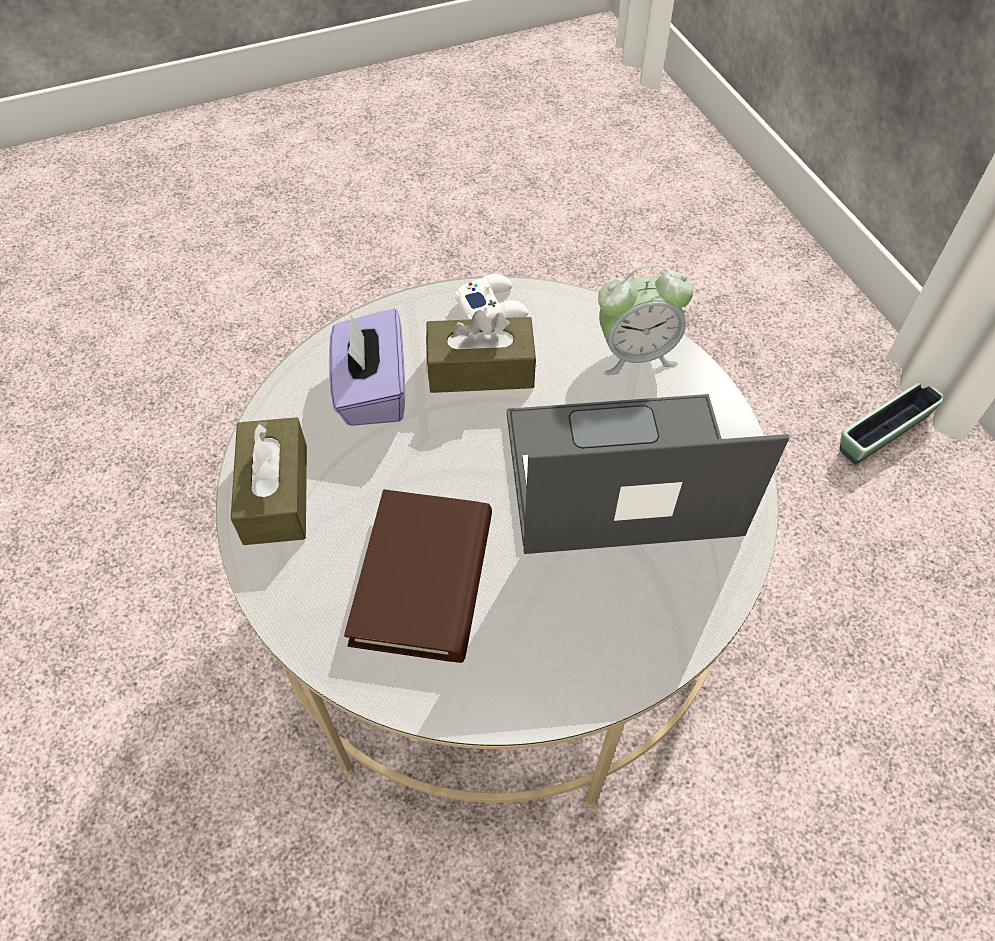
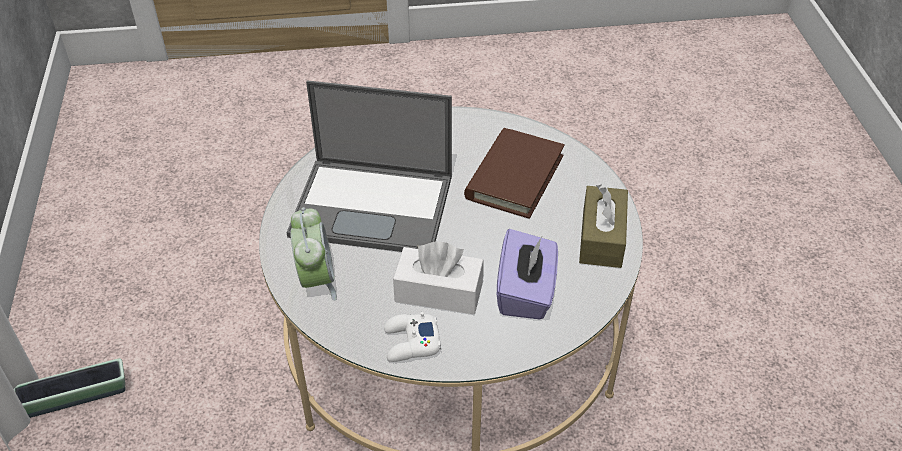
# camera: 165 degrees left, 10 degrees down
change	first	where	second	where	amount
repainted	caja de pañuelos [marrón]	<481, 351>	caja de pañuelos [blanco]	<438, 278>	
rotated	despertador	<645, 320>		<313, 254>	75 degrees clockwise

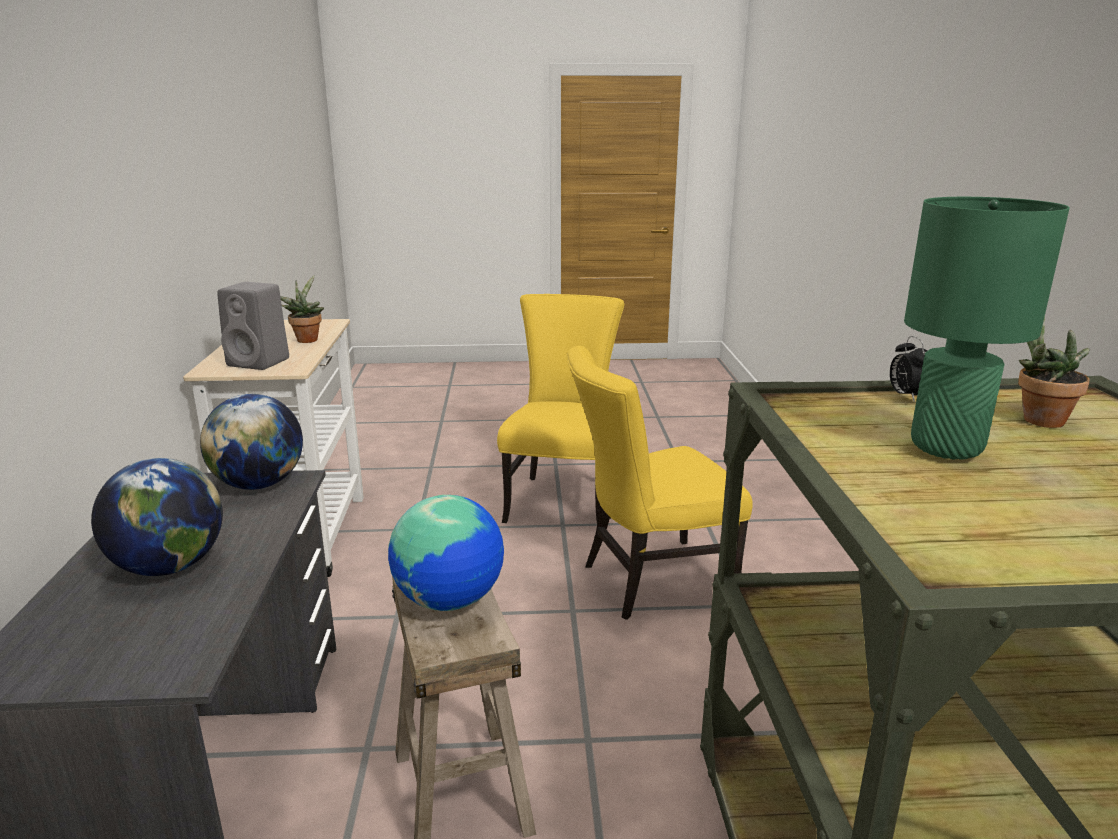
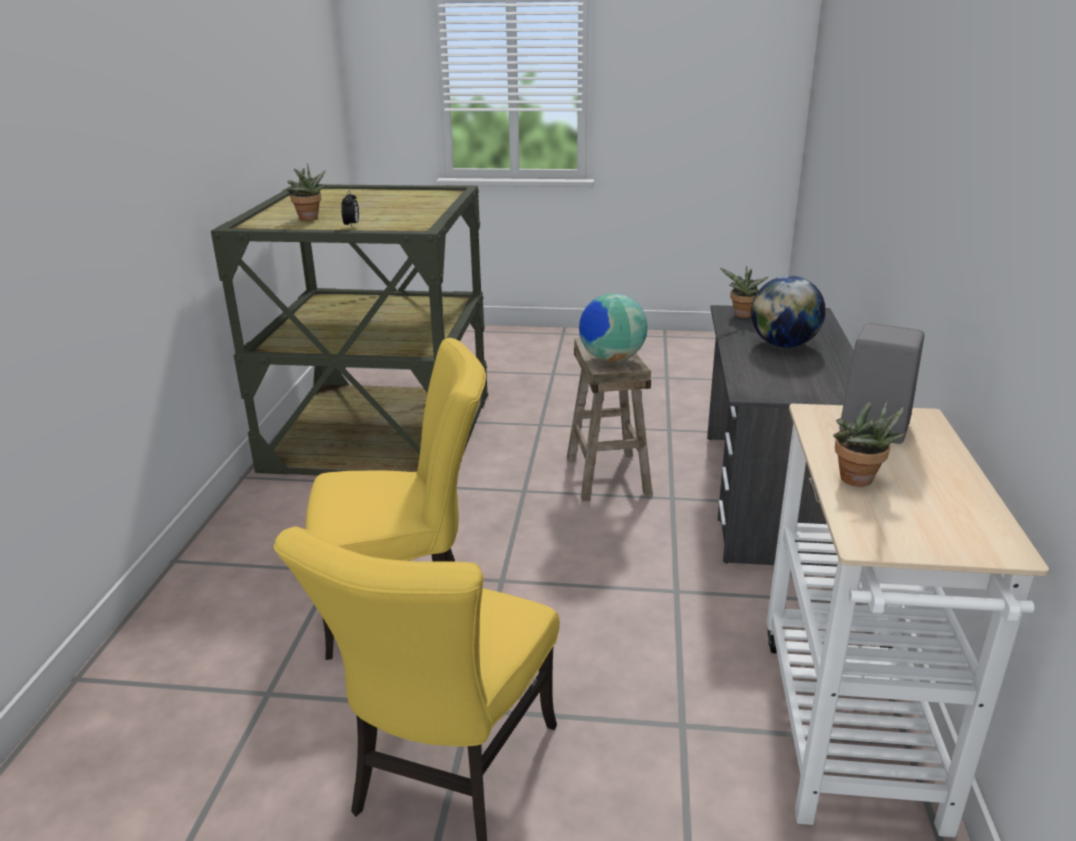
# camera: 170 degrees left, 5 degrees up
change	first	where	second	where	amount
gone	globo terráqueo	<251, 442>			
gone	lámpara de mesa [verde]	<987, 328>			
new			planta en maceta	<744, 292>	

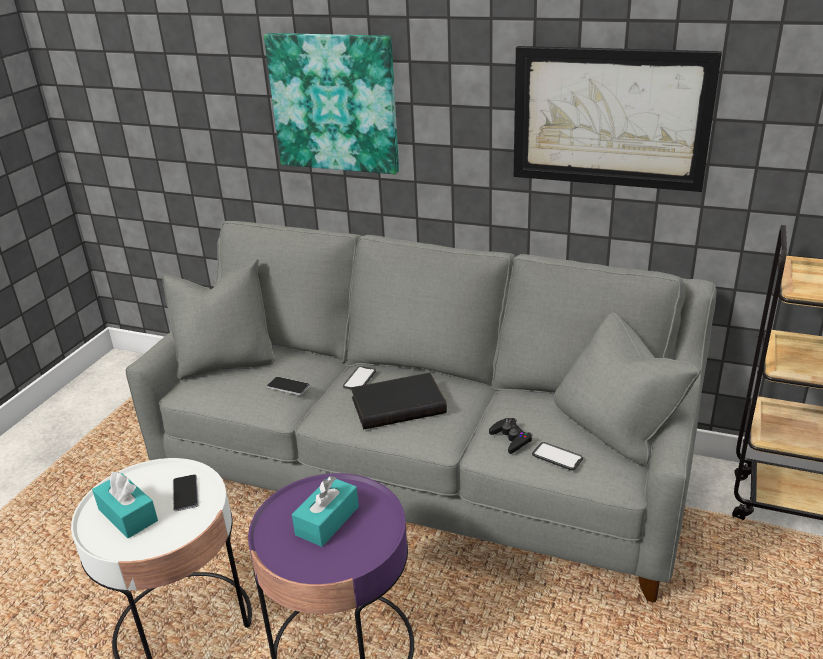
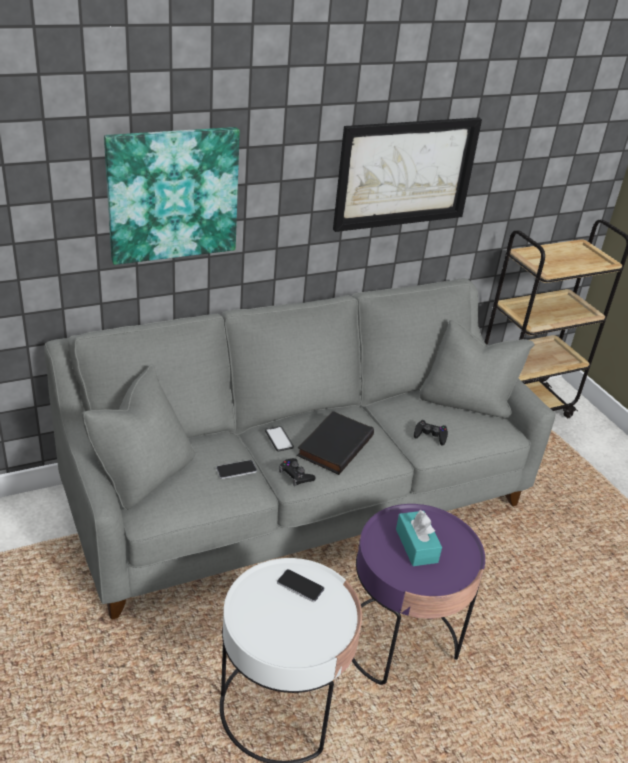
# camera: 50 degrees left, 5 degrees up
change	first	where	second	where	amount
gone	caja de pañuelos [turquesa]	<125, 505>			
gone	móvil	<557, 456>			
new			mando de consola [negro]	<297, 472>	

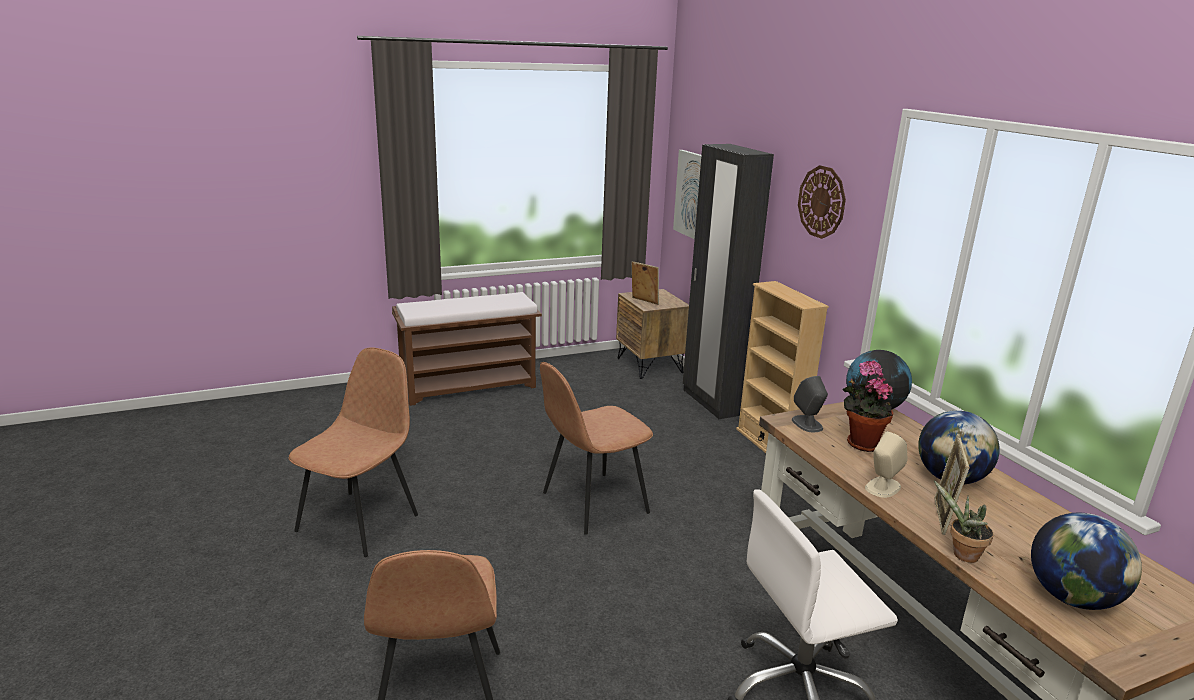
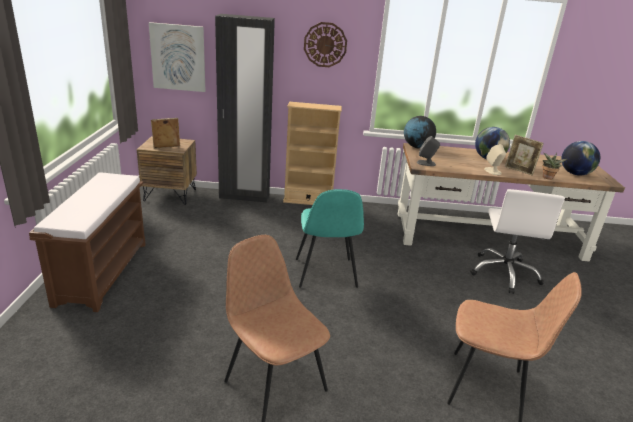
# camera: 65 degrees left, 5 degrees up
change	first	where	second	where	amount
repainted	silla [marrón]	<596, 448>	silla [turquesa]	<330, 238>	
gone	planta en maceta	<868, 406>			

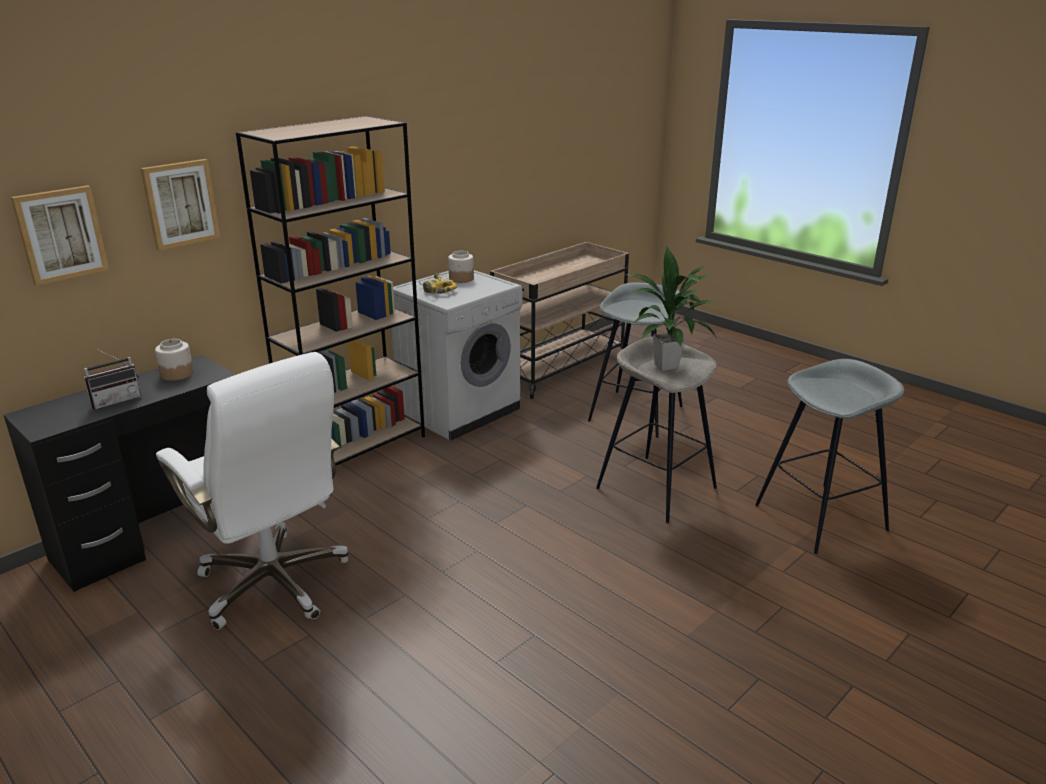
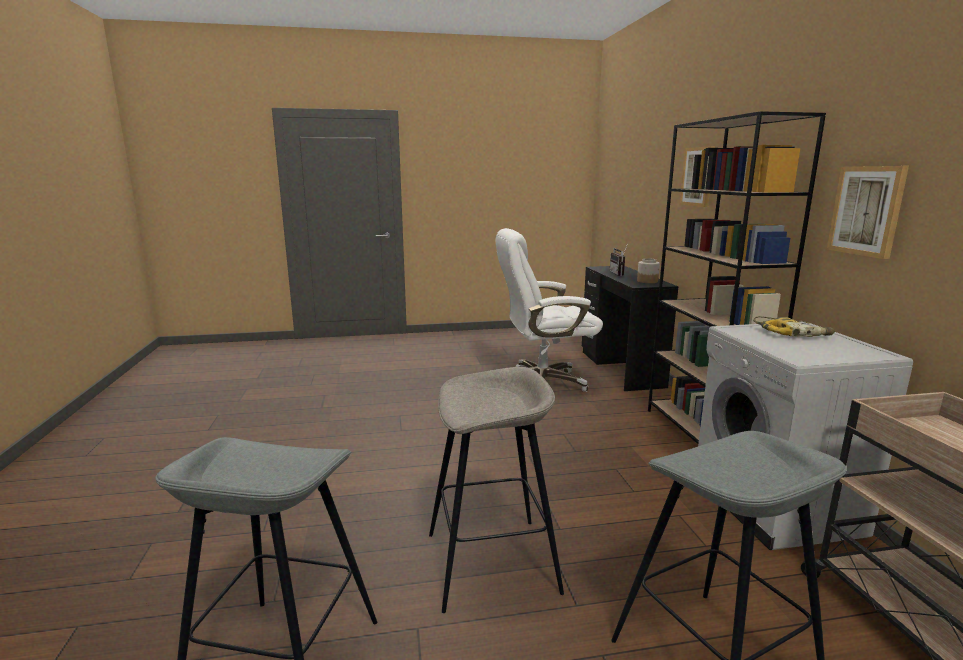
# camera: 125 degrees right, 10 degrees down
change	first	where	second	where	amount
shifted	cuadro	<60, 235>		<868, 212>	
gone	tarro	<461, 267>			
gone	planta en maceta	<671, 308>			

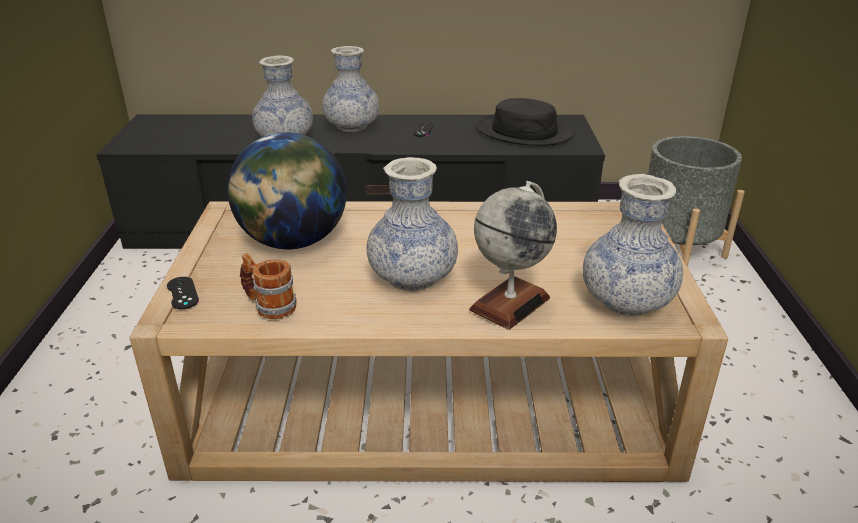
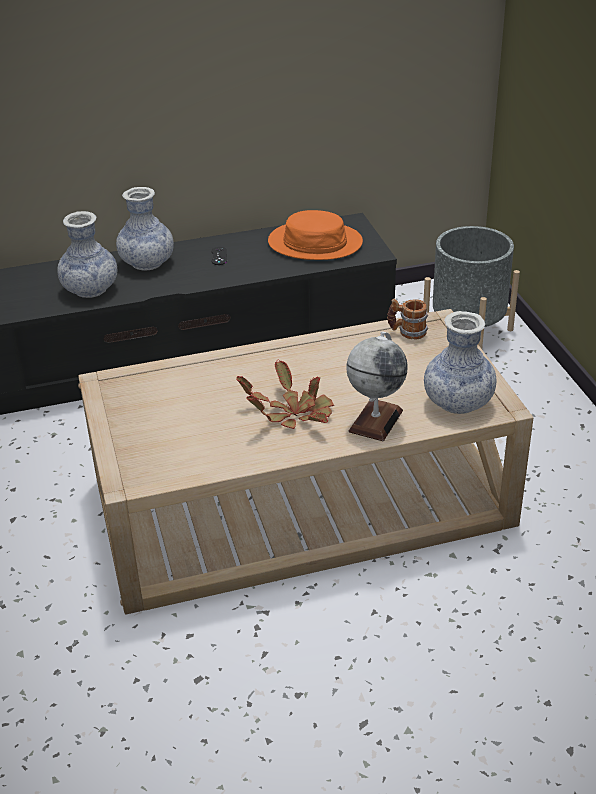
# camera: 15 degrees left, 5 degrees up
change	first	where	second	where	amount
gone	mando de consola [negro]	<183, 293>			
gone	globo terráqueo	<287, 190>			
shifted	taza grande	<268, 286>		<407, 319>	
swapped	florero	<412, 224>	planta en maceta	<285, 394>	
repainted	sombrero [negro]	<525, 122>	sombrero [naranja]	<315, 235>	

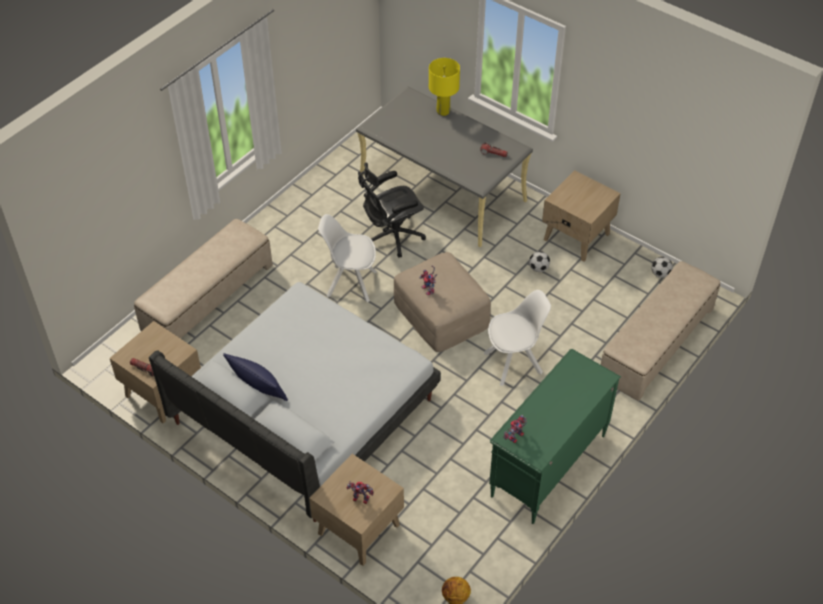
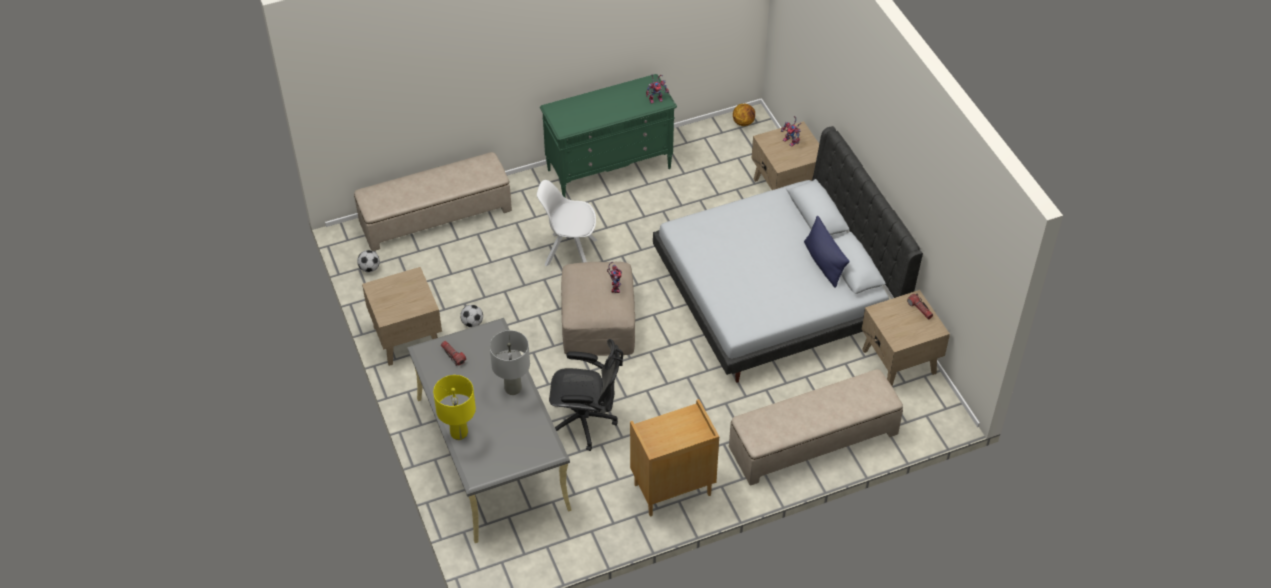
# camera: 150 degrees left, 0 degrees up
change	first	where	second	where	amount
gone	silla [blanco]	<347, 258>			
new			lámpara de mesa [gris]	<510, 362>	
new			armario [marrón]	<674, 457>	

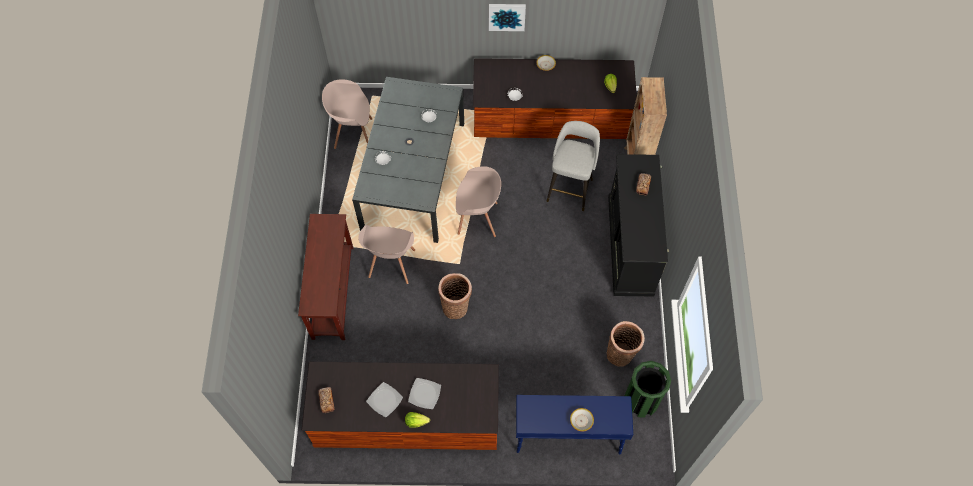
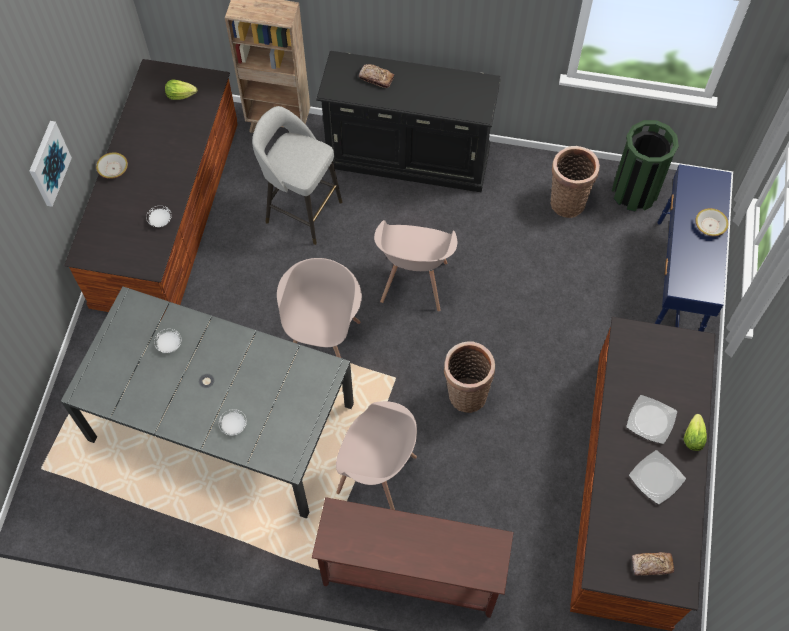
# camera: 80 degrees left, 0 degrees up
change	first	where	second	where	amount
shifted	silla [beis]	<347, 114>		<415, 266>	

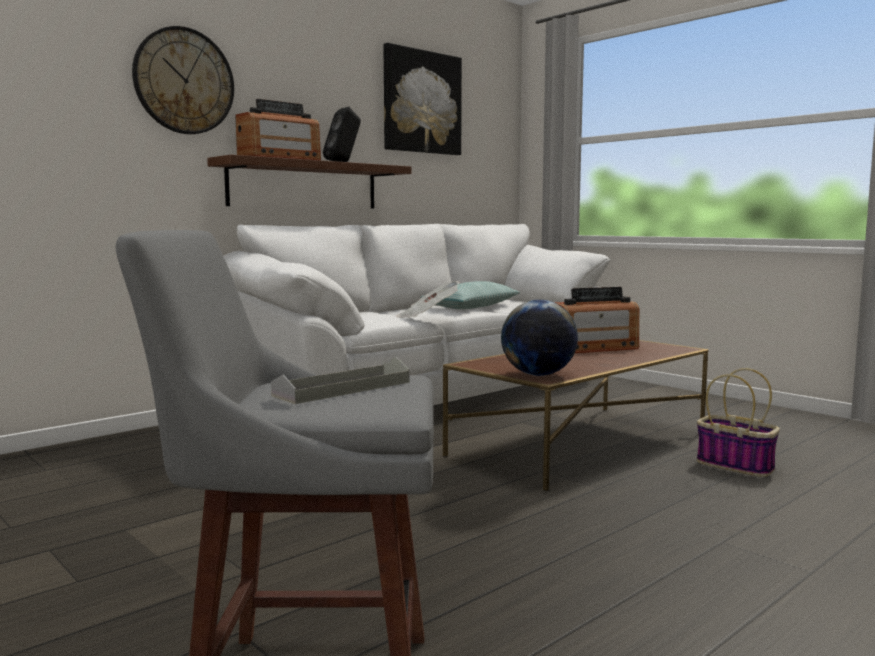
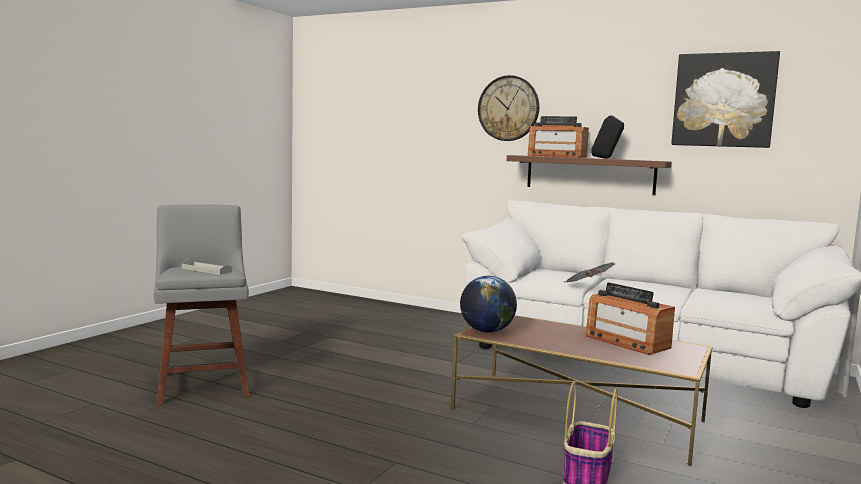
# camera: 70 degrees right, 0 degrees up
change	first	where	second	where	amount
gone	cojín	<470, 295>			

